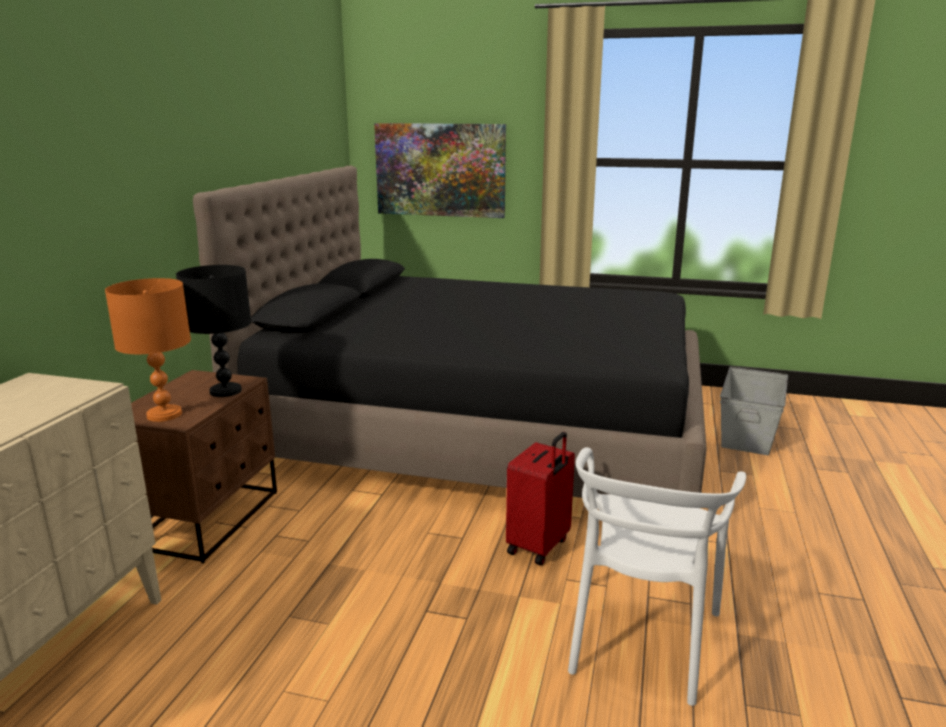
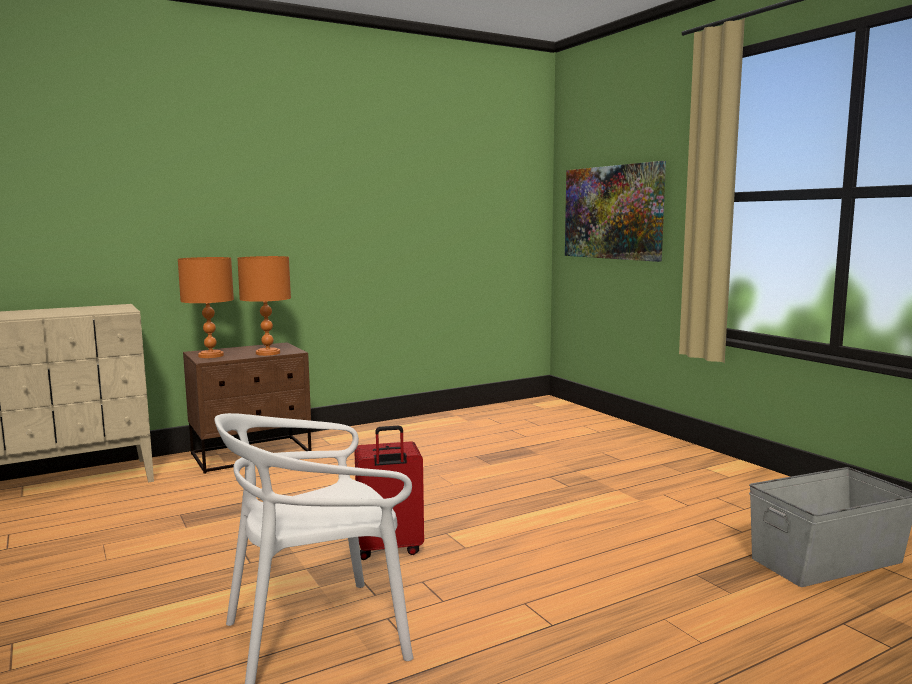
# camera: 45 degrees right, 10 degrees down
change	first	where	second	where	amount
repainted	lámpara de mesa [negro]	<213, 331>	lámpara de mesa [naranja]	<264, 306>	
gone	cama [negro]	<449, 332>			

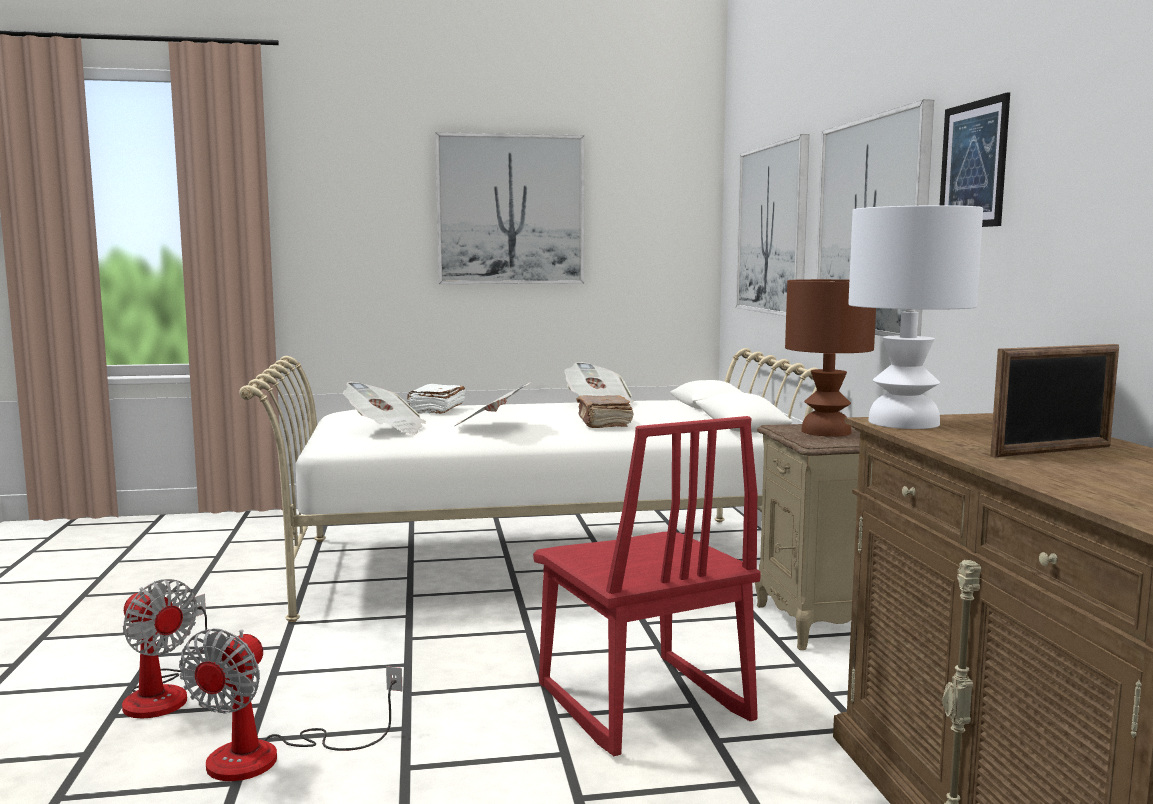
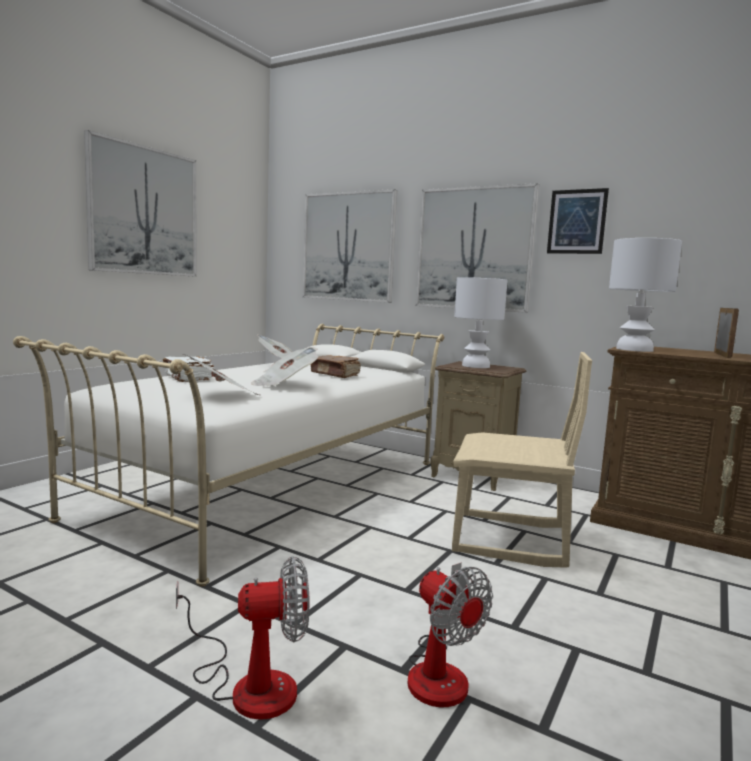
# camera: 50 degrees left, 0 degrees up
change	first	where	second	where	amount
repainted	silla [rojo]	<647, 586>	silla [beis]	<522, 460>	
repainted	lámpara de mesa [marrón]	<830, 358>	lámpara de mesa [blanco]	<481, 322>	

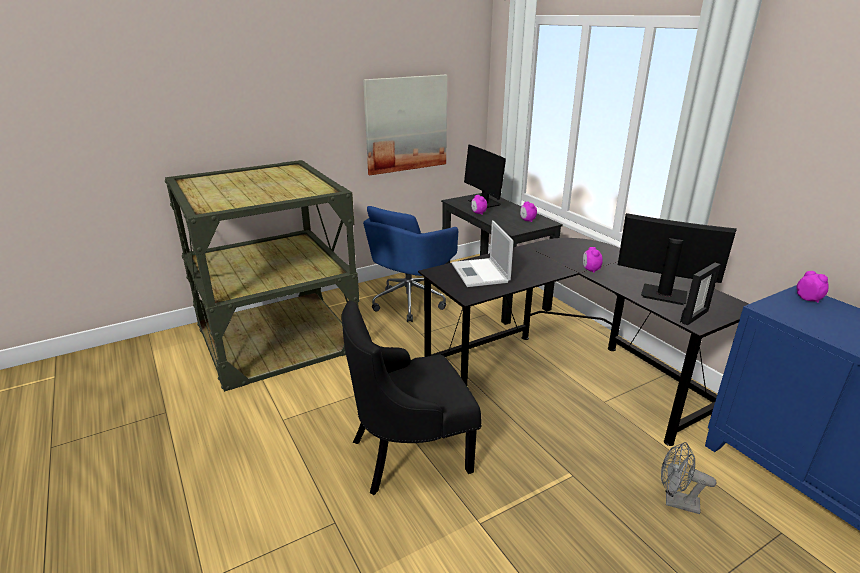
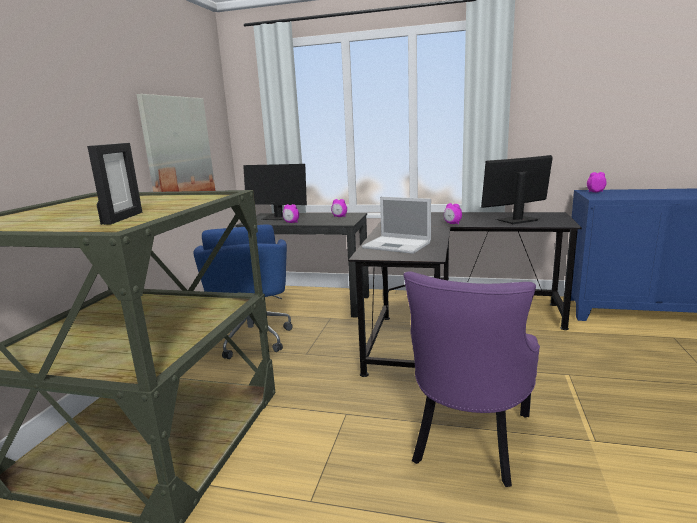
# camera: 45 degrees left, 10 degrees down
change	first	where	second	where	amount
repainted	silla [negro]	<411, 397>	silla [morado]	<472, 379>	
gone	ventilador [gris]	<689, 478>			
shifted	portarretratos	<700, 294>		<114, 184>	

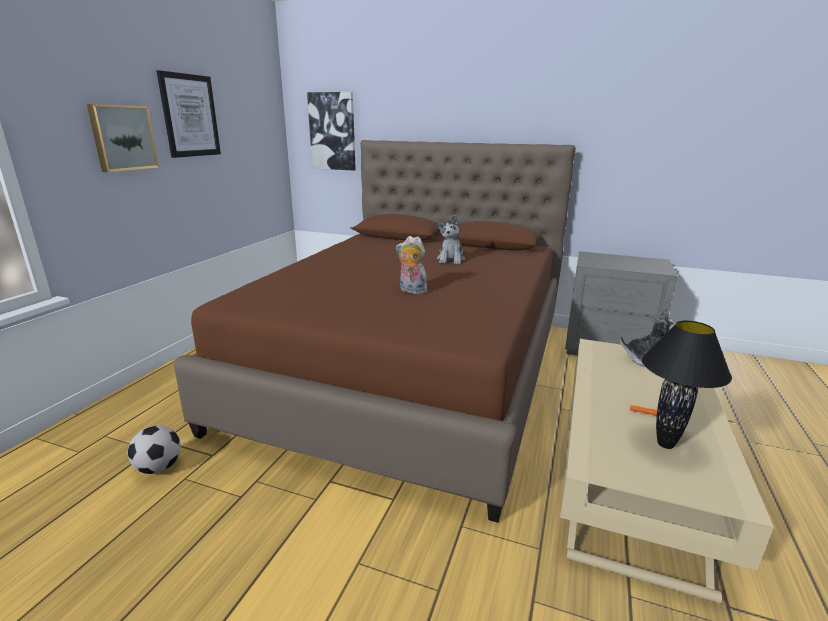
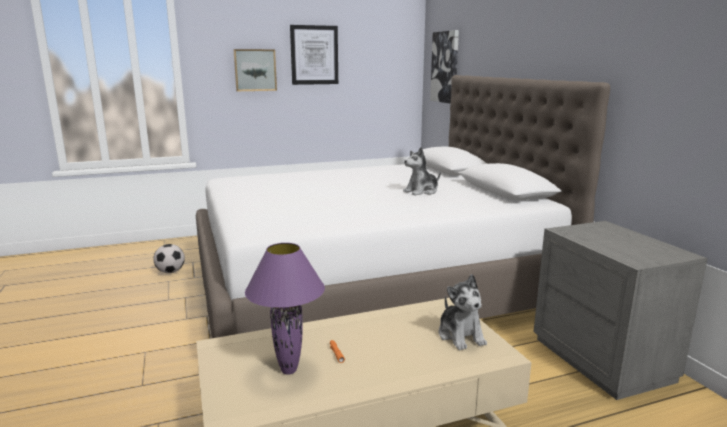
# camera: 50 degrees right, 5 degrees down
change	first	where	second	where	amount
repainted	cama [marrón]	<375, 331>	cama [blanco]	<403, 206>	
gone	peluche	<411, 265>			
repainted	lámpara de mesa [negro]	<687, 385>	lámpara de mesa [morado]	<285, 309>	

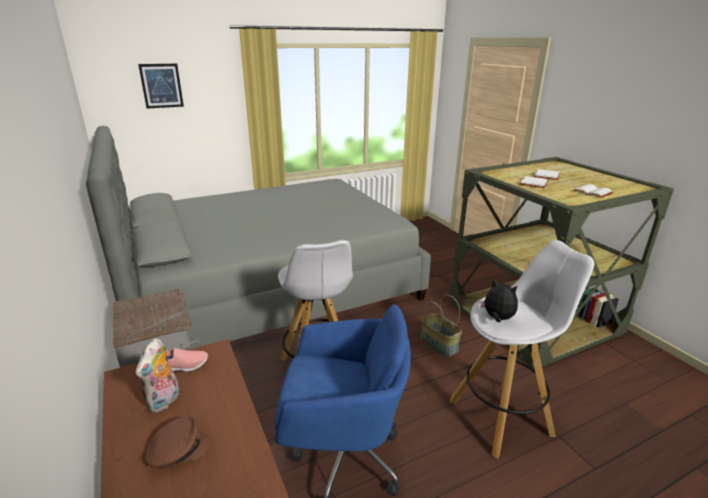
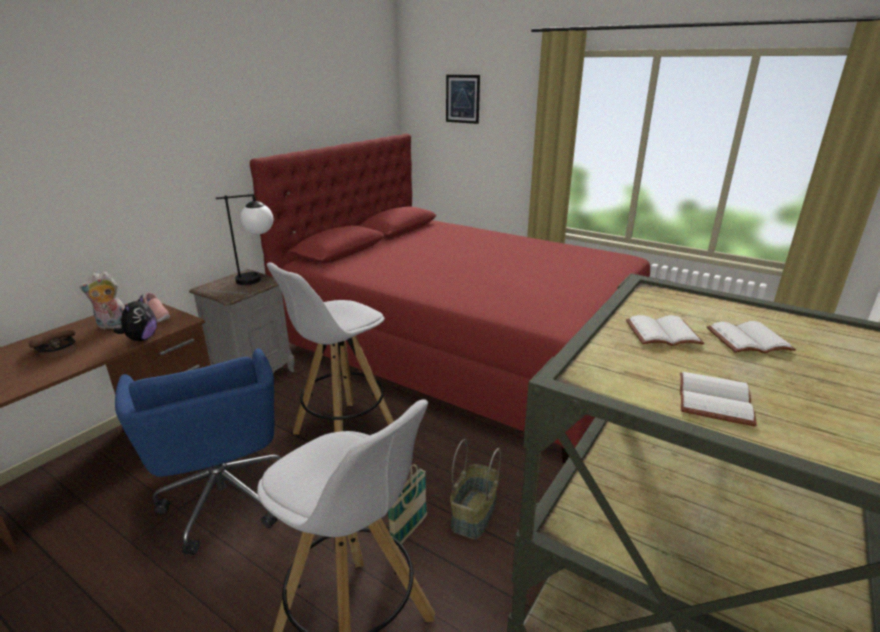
# camera: 60 degrees right, 0 degrees up
change	first	where	second	where	amount
repainted	cama [gris]	<258, 237>	cama [rojo]	<450, 298>	
shifted	peluche	<498, 300>		<135, 318>	
new			lámpara de mesa	<244, 239>	
new			cesta	<407, 505>	

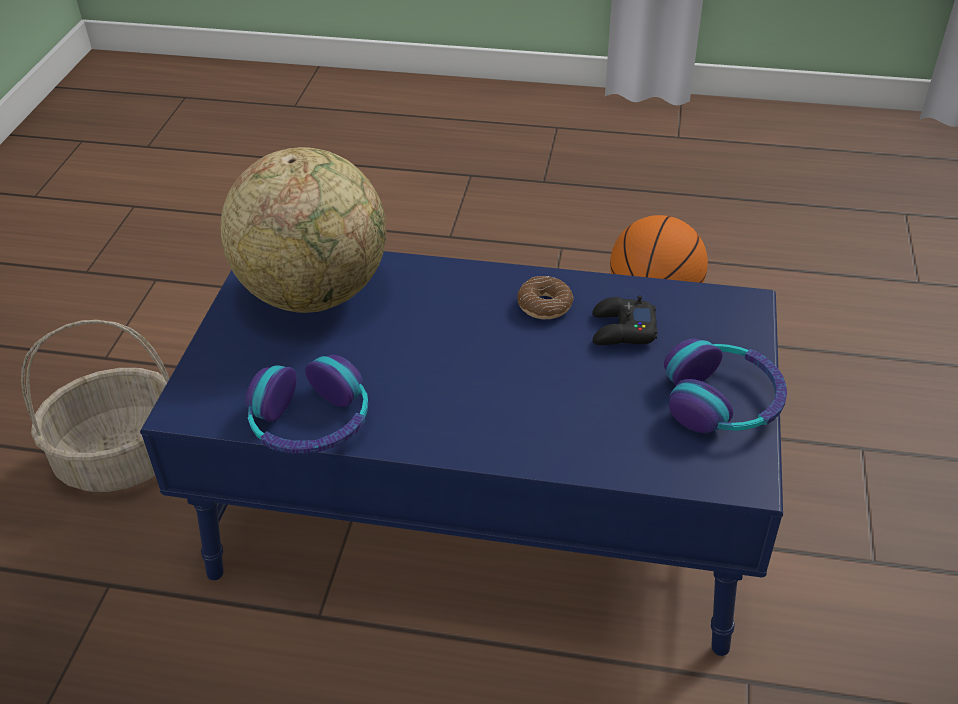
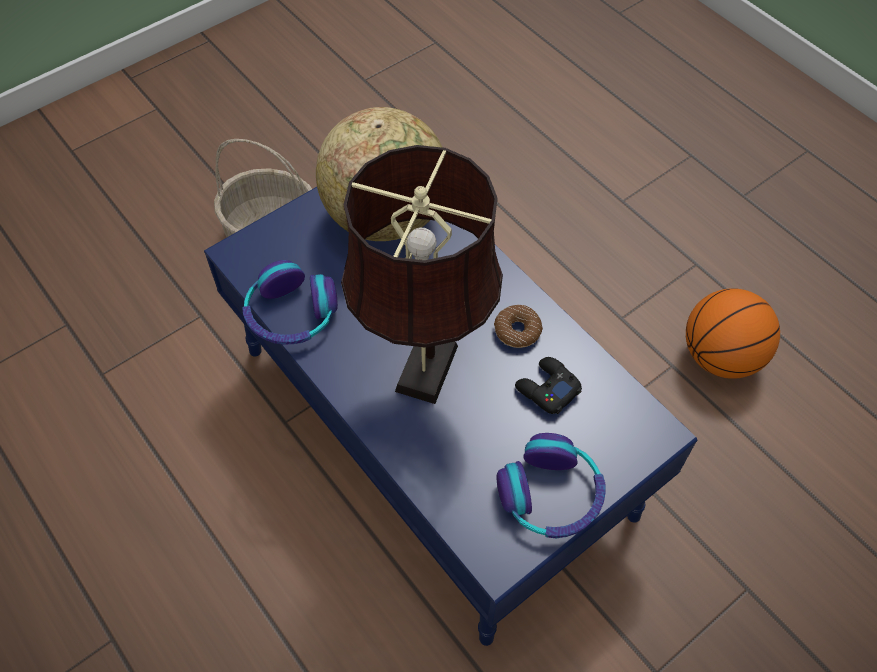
# camera: 40 degrees right, 15 degrees up
change	first	where	second	where	amount
new			lámpara de mesa [marrón]	<422, 274>	

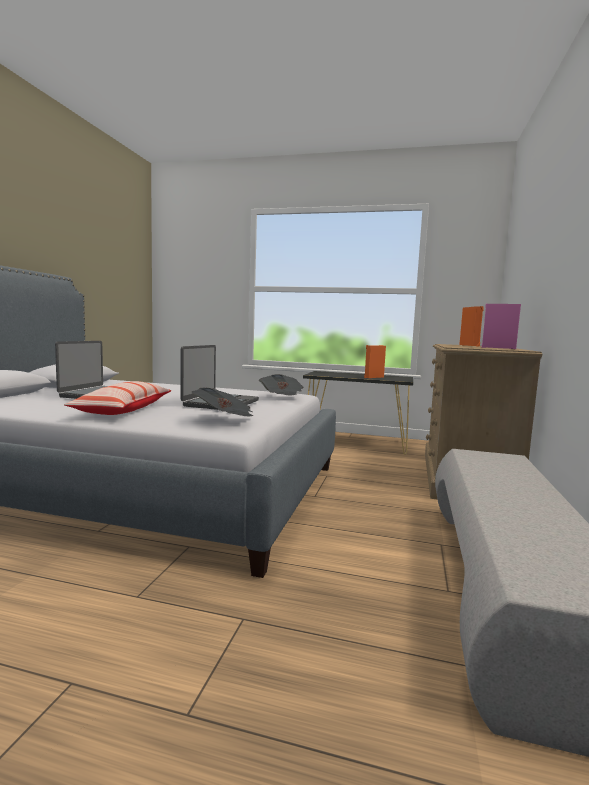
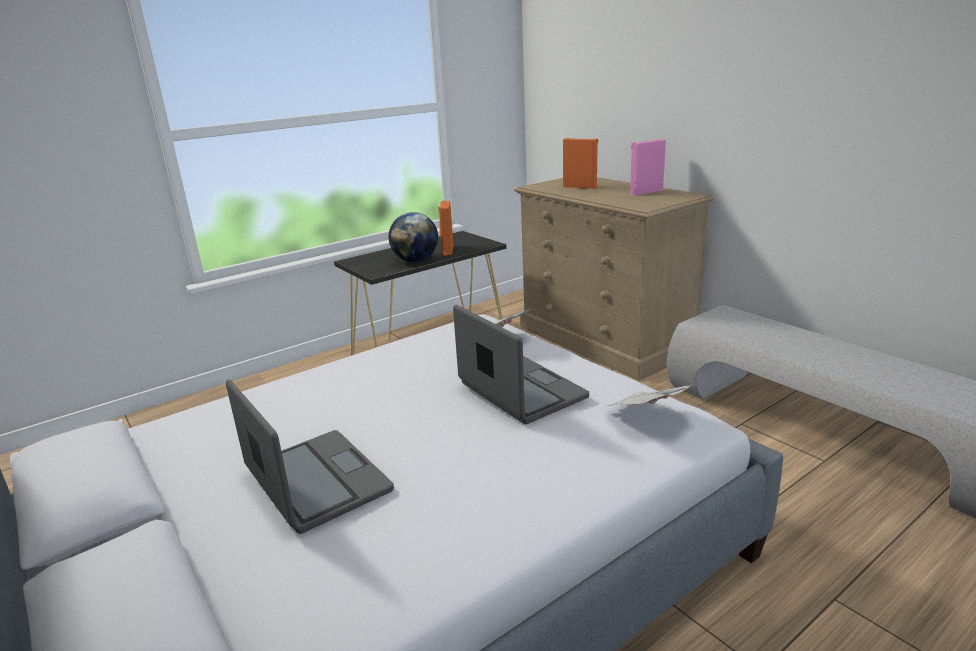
# camera: 50 degrees left, 15 degrees up
change	first	where	second	where	amount
gone	cojín	<117, 398>			
new			globo terráqueo	<413, 237>	

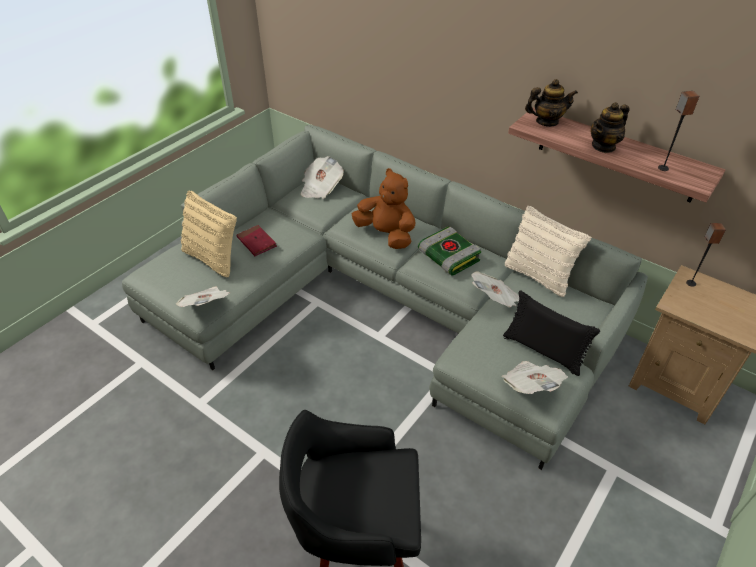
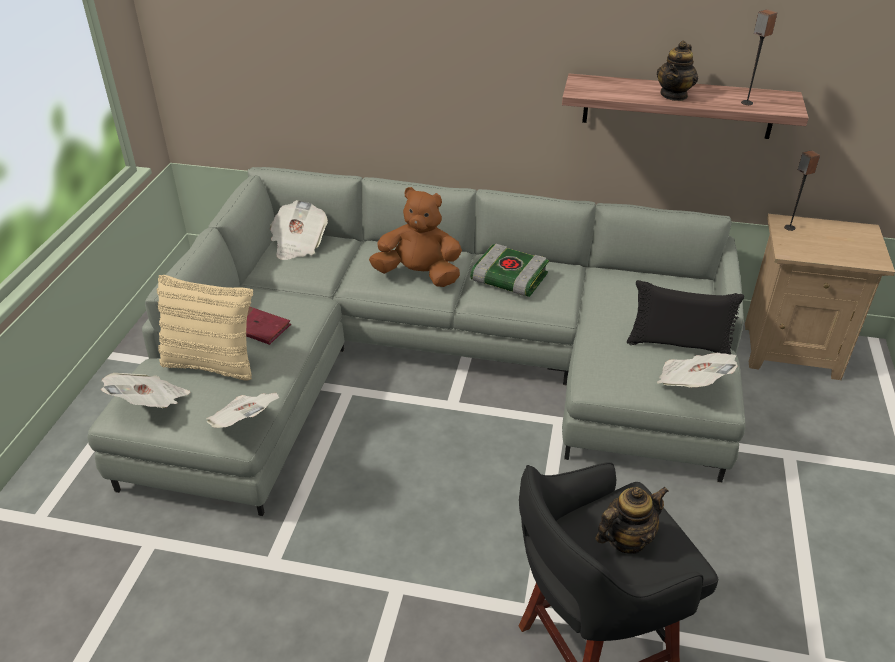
# camera: 25 degrees left, 5 degrees down
change	first	where	second	where	amount
shifted	periódico	<495, 289>		<145, 390>	
gone	cojín [beis]	<548, 251>			
shifted	tetera	<551, 103>		<632, 520>	

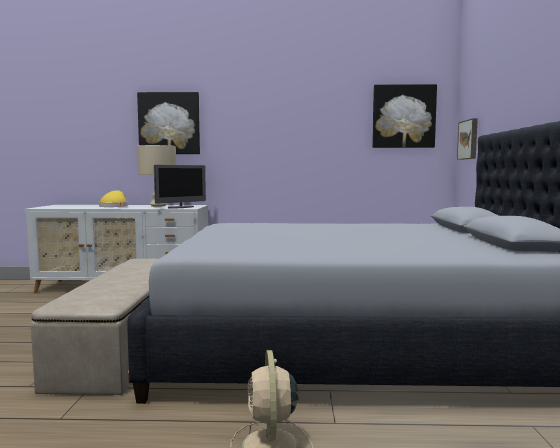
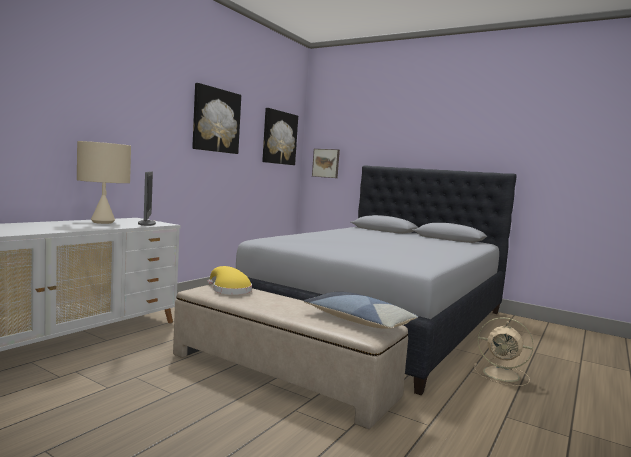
# camera: 60 degrees left, 0 degrees up
change	first	where	second	where	amount
shifted	sombrero [amarillo]	<113, 198>		<229, 280>	
shifted	cuadro	<168, 123>		<216, 118>	
new			cojín	<361, 310>	

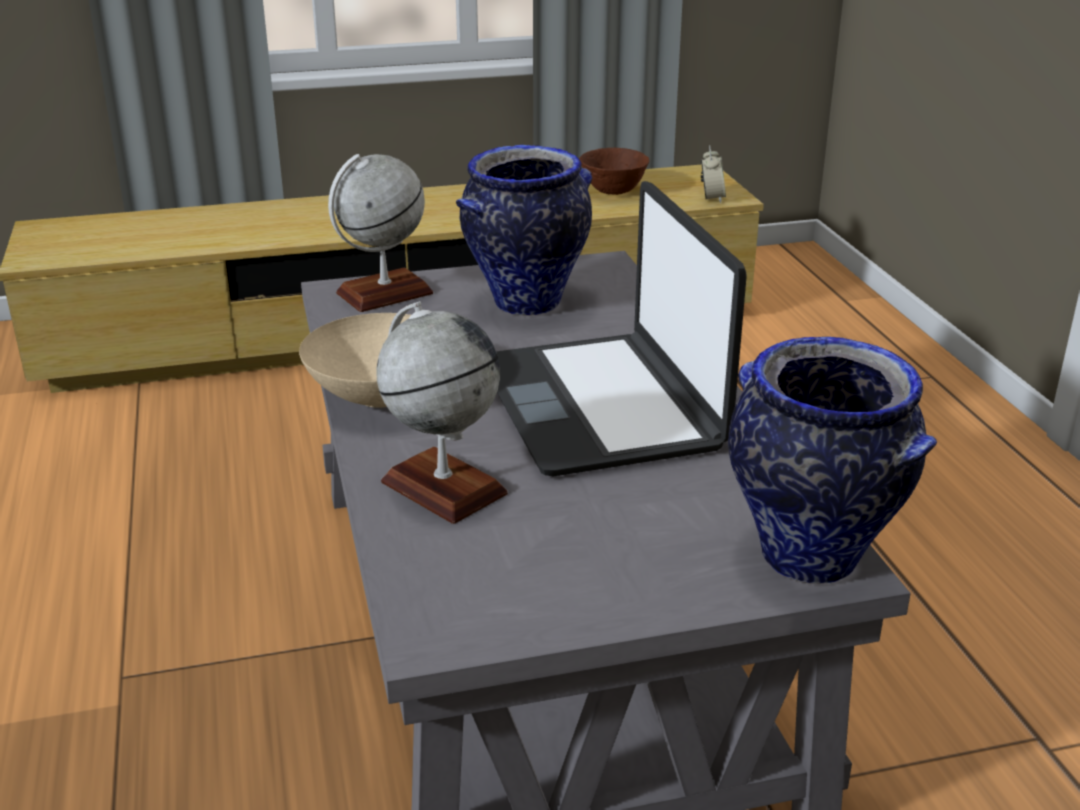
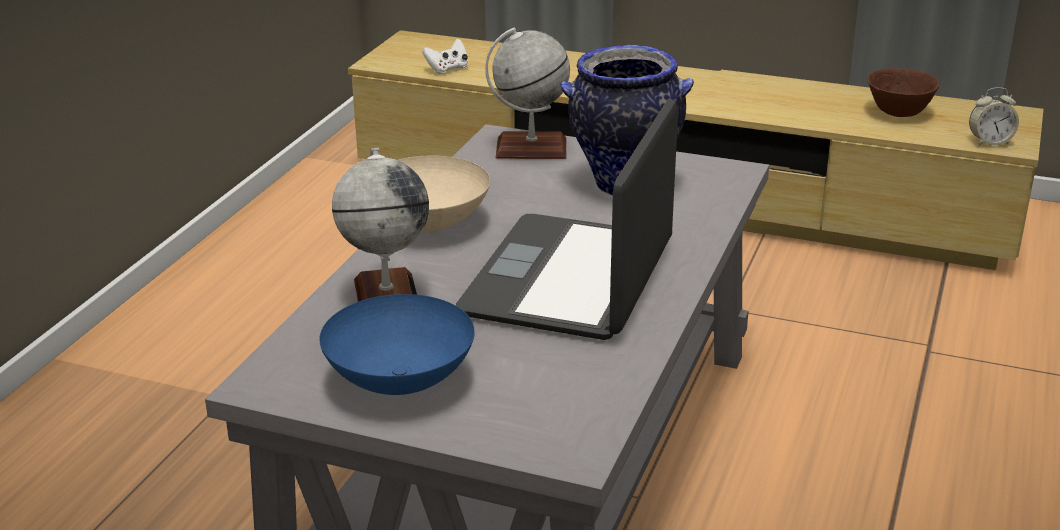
# camera: 35 degrees right, 0 degrees up
change	first	where	second	where	amount
rotated	despertador	<713, 174>		<994, 116>	45 degrees clockwise
gone	florero	<832, 460>			
new			cuenco [azul]	<397, 344>	
new			mando de consola [blanco]	<445, 56>	

